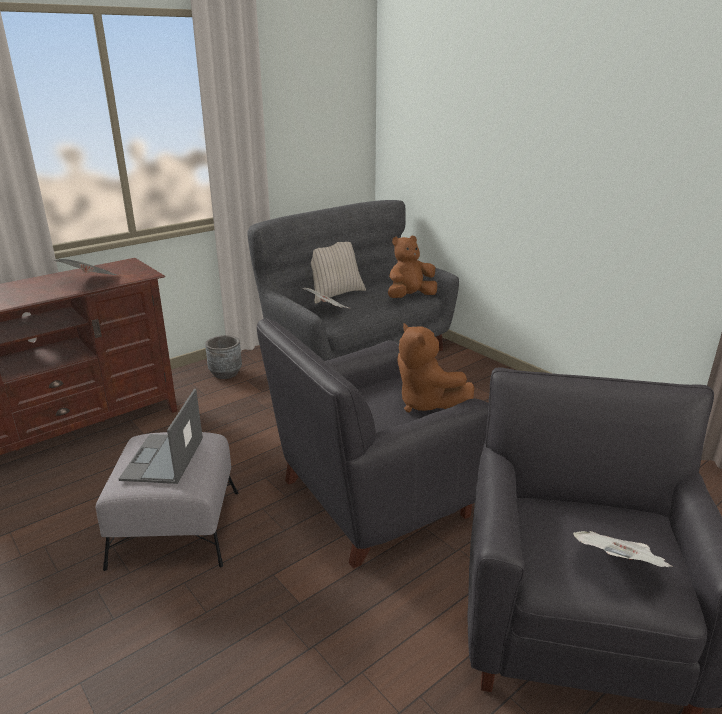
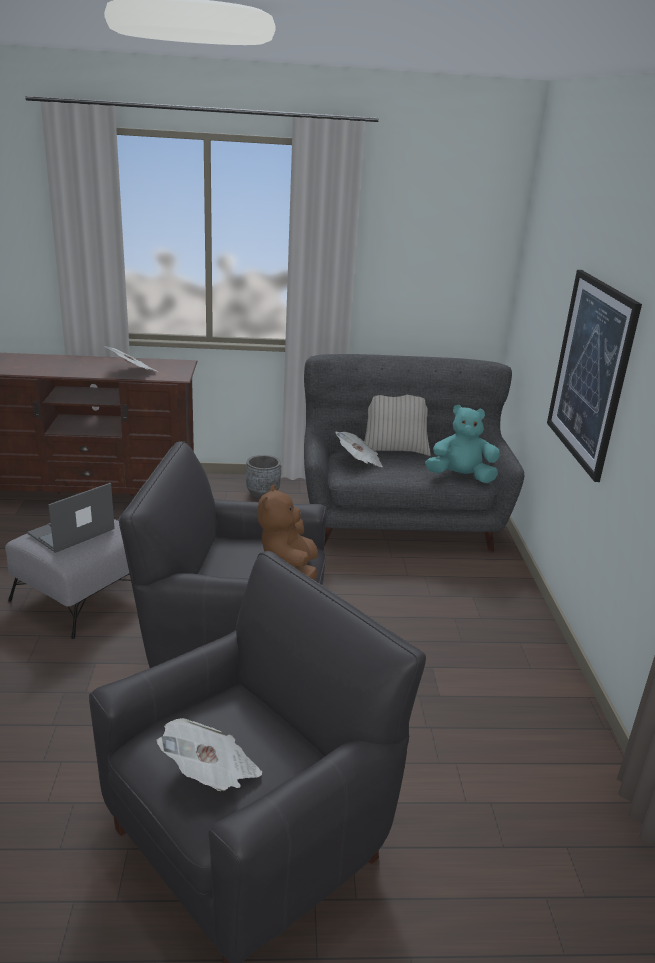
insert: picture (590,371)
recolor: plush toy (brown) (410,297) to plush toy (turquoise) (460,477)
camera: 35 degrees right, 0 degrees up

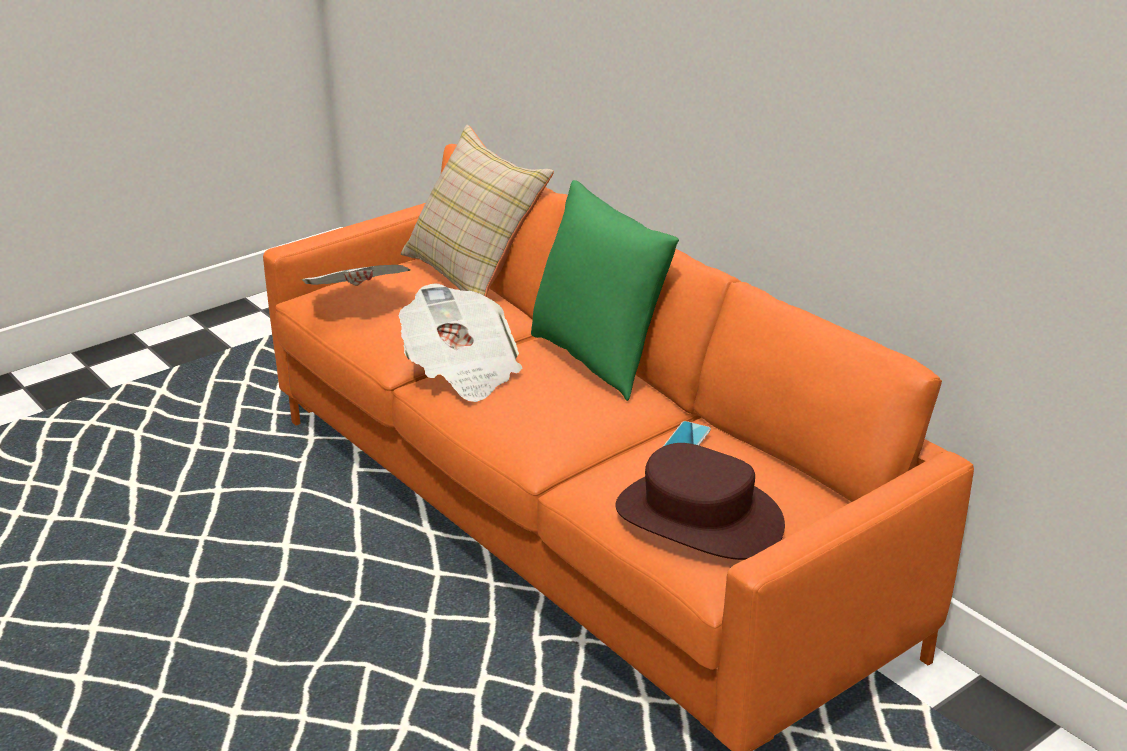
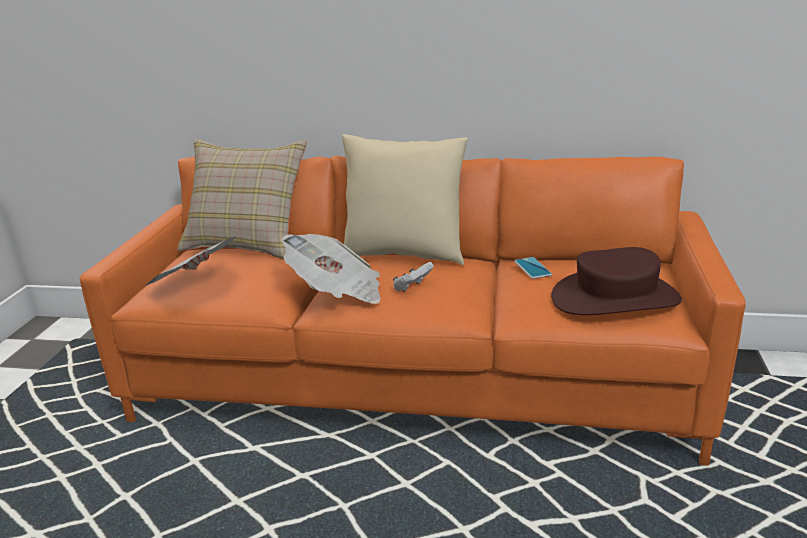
insert: game controller (white) (412,288)
recolor: pillow (green) (598,359) to pillow (beige) (404,254)
camera: 40 degrees left, 5 degrees down

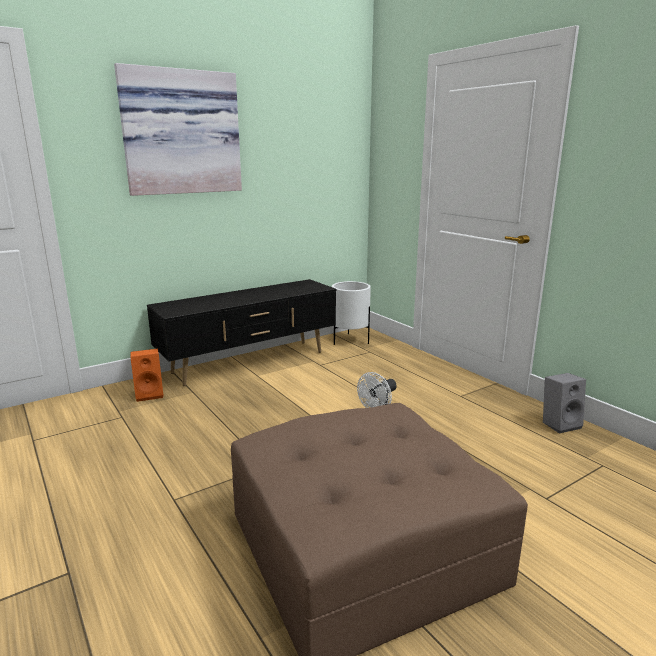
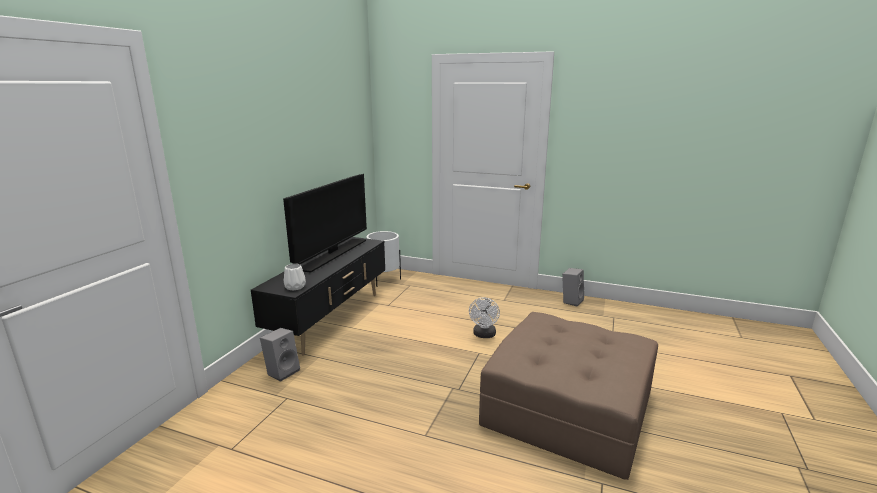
delete: picture (181,133)
insert: television (333,254); vase (white) (294,287)
recolor: speaker (orange) (150,394) to speaker (grey) (282,371)
camera: 35 degrees left, 0 degrees up

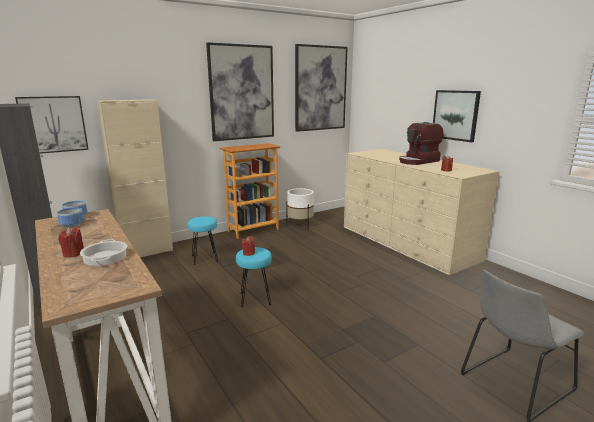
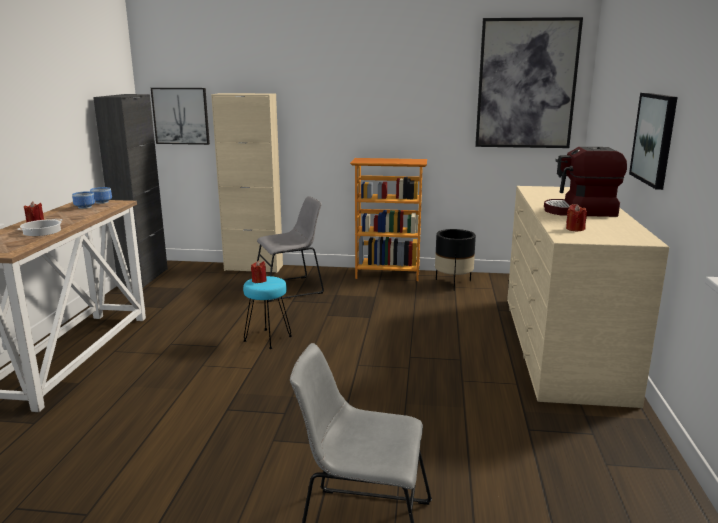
delete: picture (242,93)
replace: stool (turquoise) (205,258) to chair (grey) (291,288)
recolor: planter (white) (300,225) to planter (black) (453,283)
camera: 40 degrees right, 0 degrees up

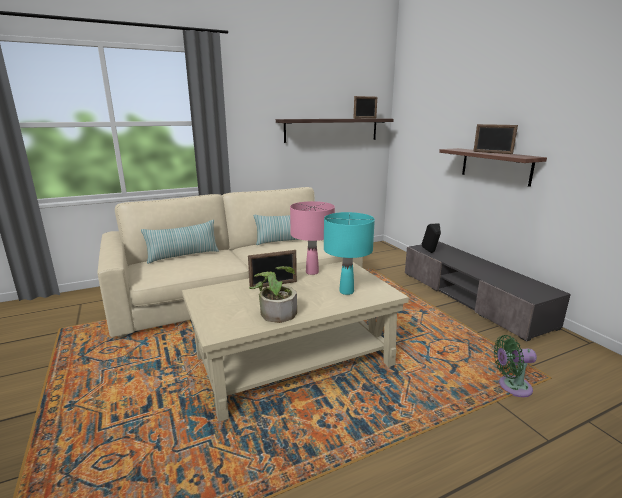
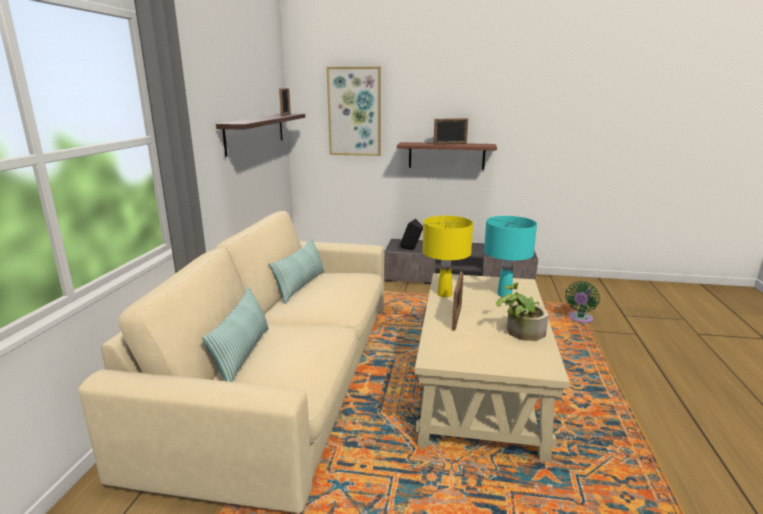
insert: picture (354,112)
recolor: table lamp (pink) (312,272) to table lamp (yellow) (444,294)
camera: 55 degrees left, 0 degrees up

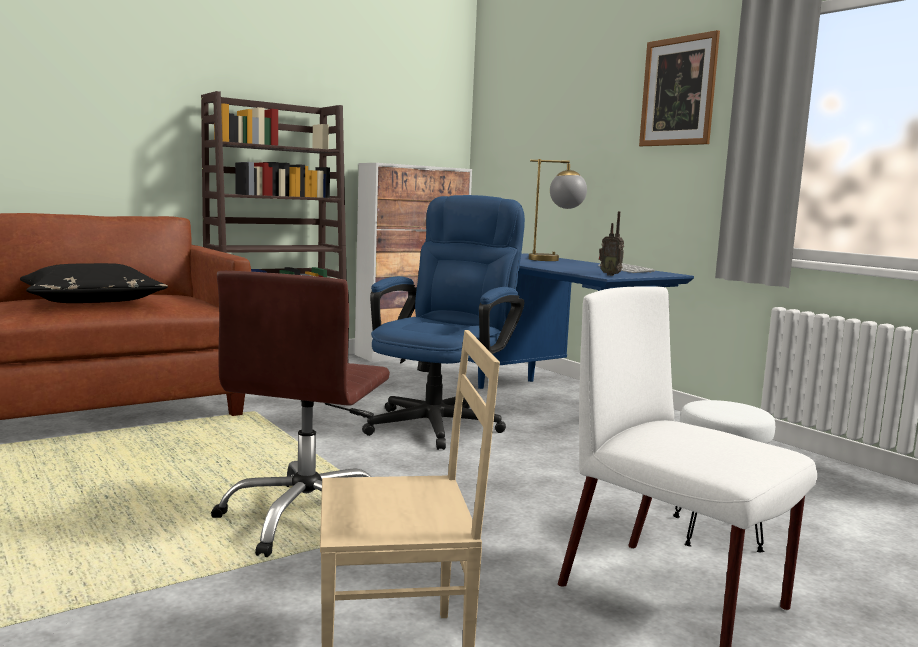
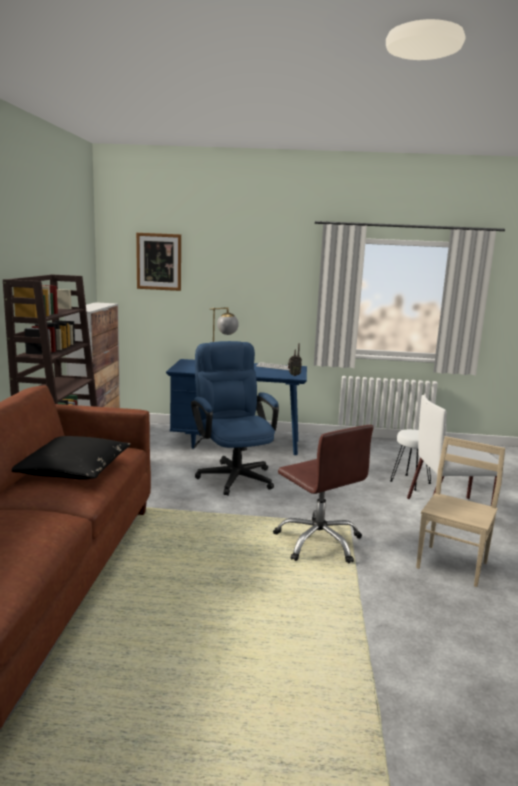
move: picture (678,91) to (159,261)
camera: 50 degrees left, 5 degrees up

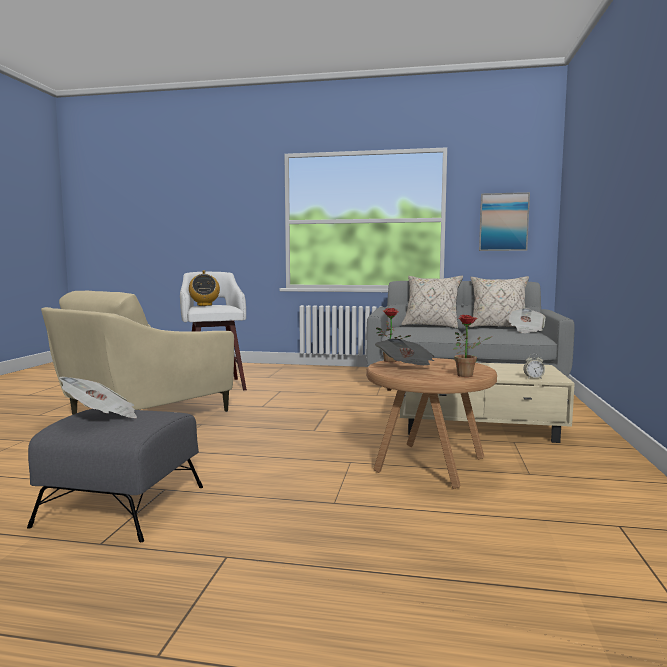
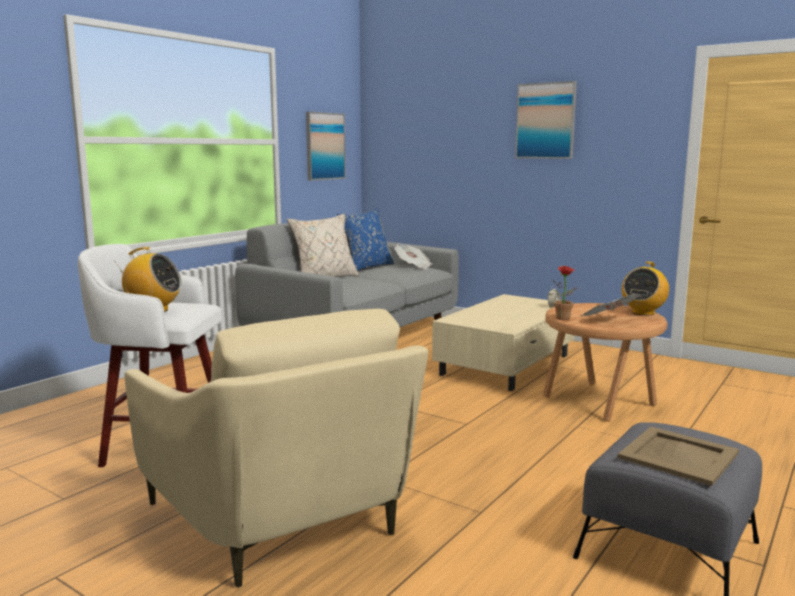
insert: picture (545,121)
replace: newspaper (102,416) to tray (beige) (677,455); potted plant (468,375) to radio (643,312)
recolor: pillow (beige) (498,327) to pillow (blue) (366,267)
camera: 65 degrees left, 5 degrees up

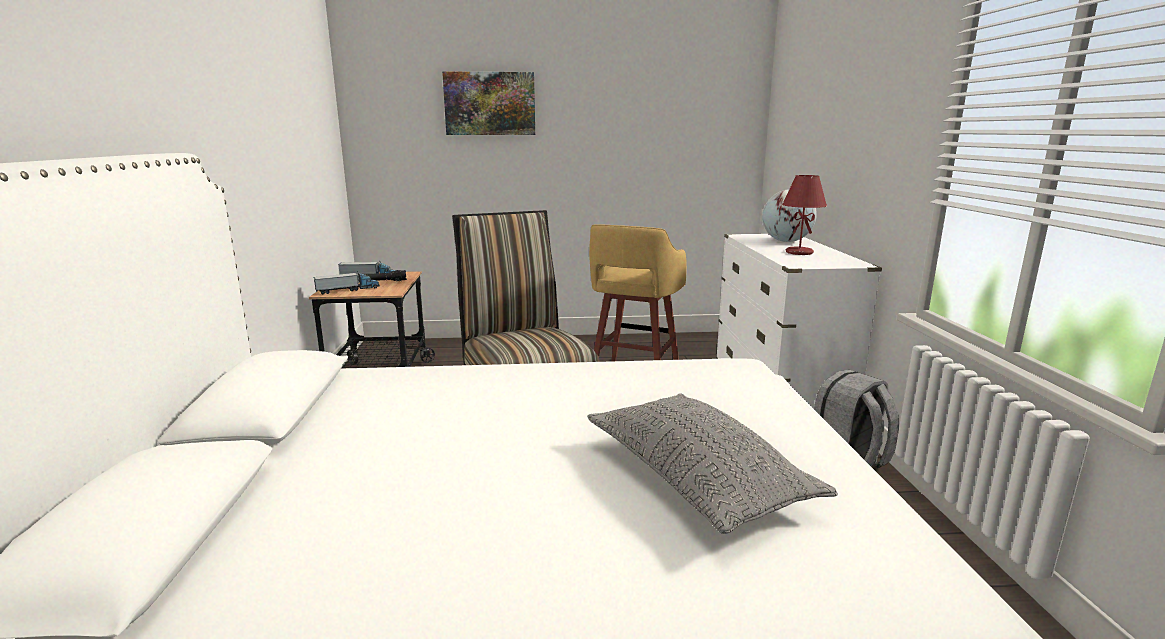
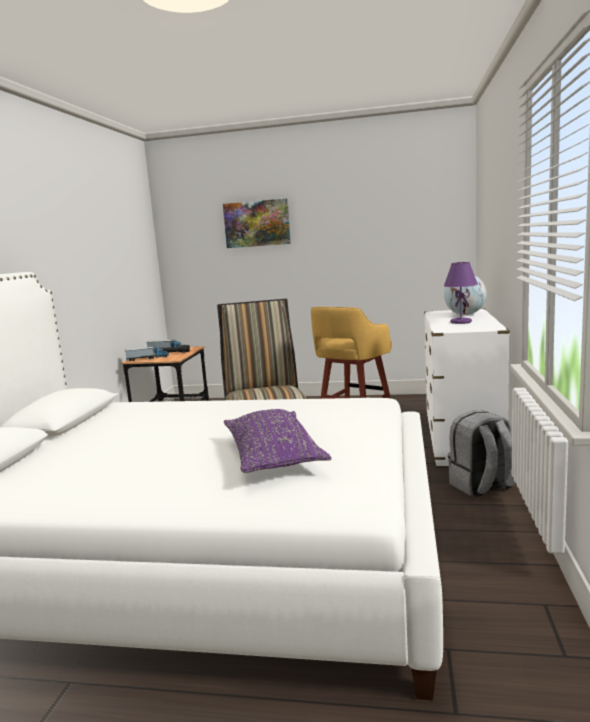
recolor: pillow (grey) (696,477) to pillow (purple) (273,456); table lamp (red) (798,253) to table lamp (purple) (460,322)
camera: 15 degrees right, 5 degrees down

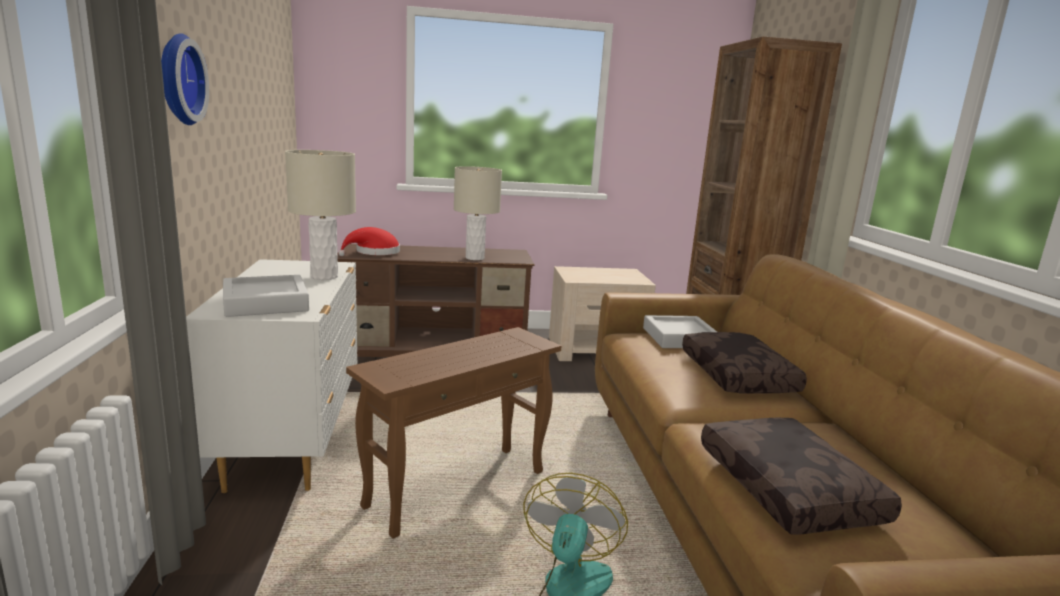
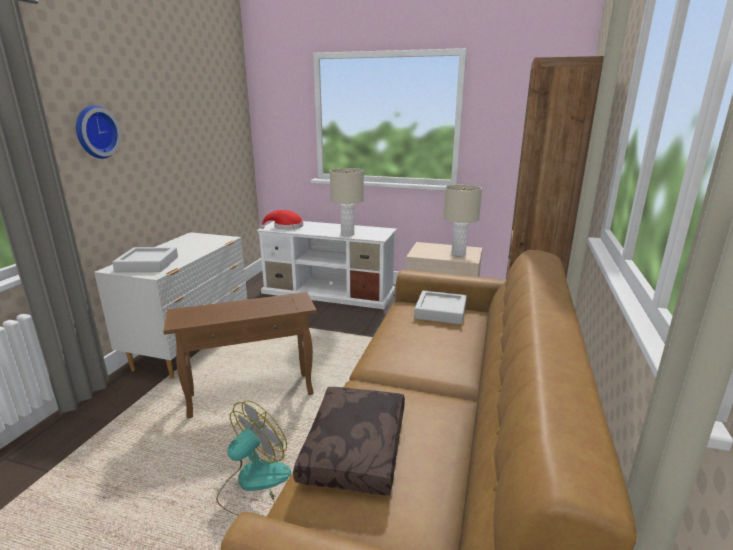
delete: pillow (brown) (739,376)
move: table lamp (beige) (324,277) to (458,253)
recolor: tv stand (brown) (436,345) to tv stand (white) (329,292)
camera: 25 degrees right, 5 degrees up

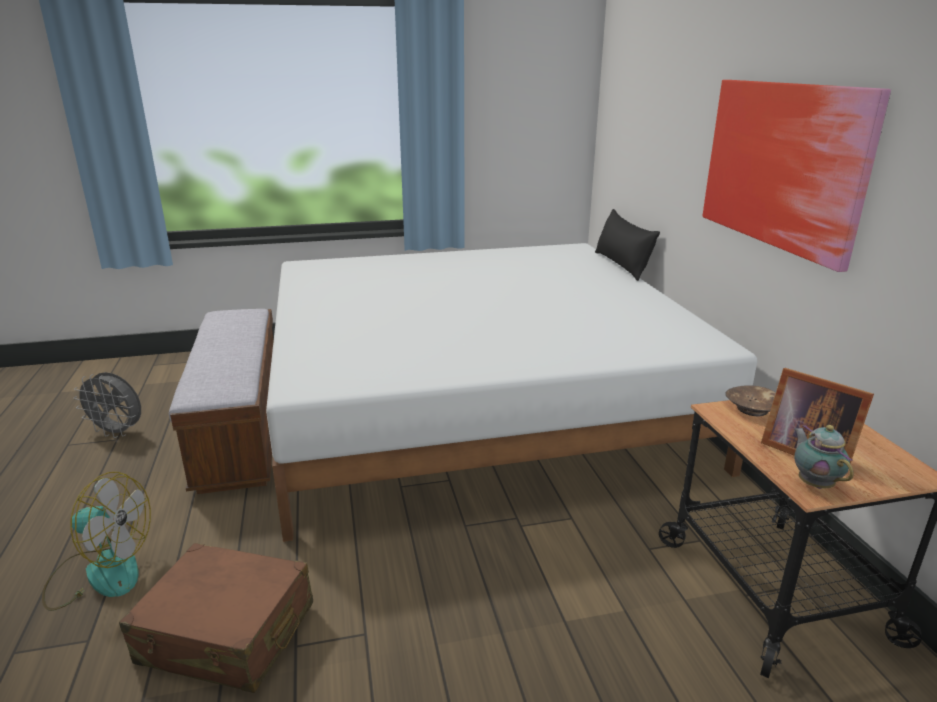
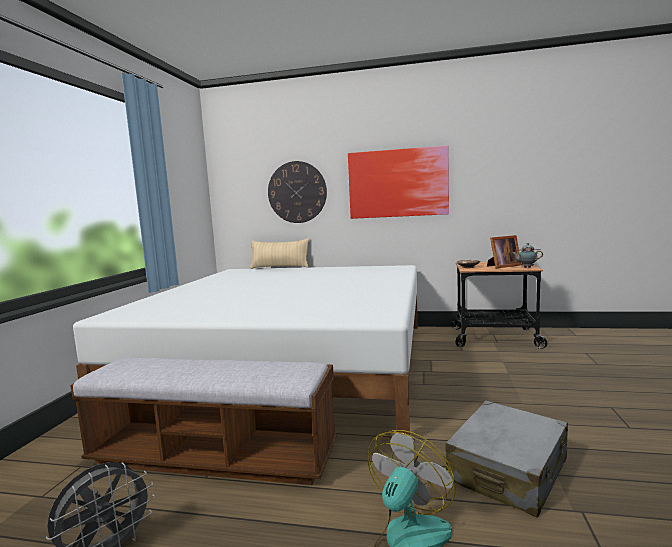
insert: wall clock (297,192)
recolor: suitcase (brown) (227,634) to suitcase (grey) (508,471); pillow (black) (622,265) to pillow (beige) (280,267)
camera: 65 degrees left, 15 degrees down

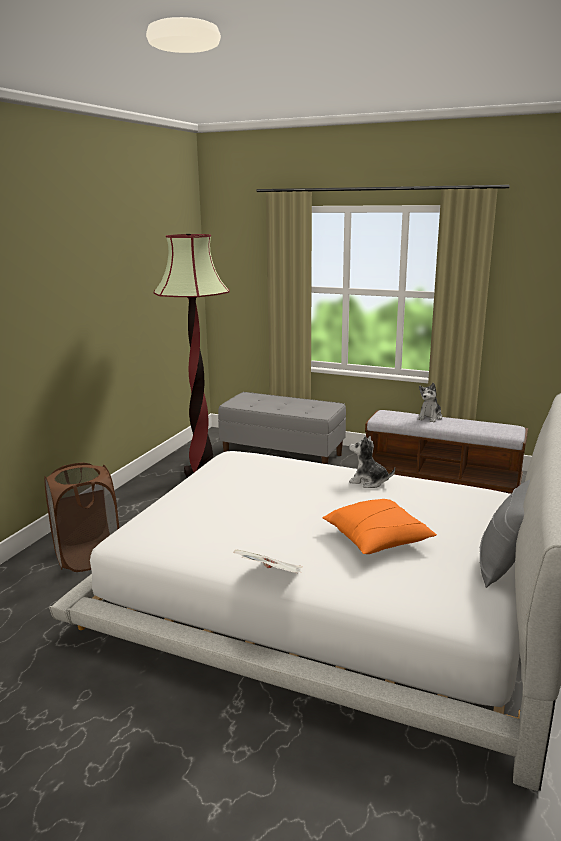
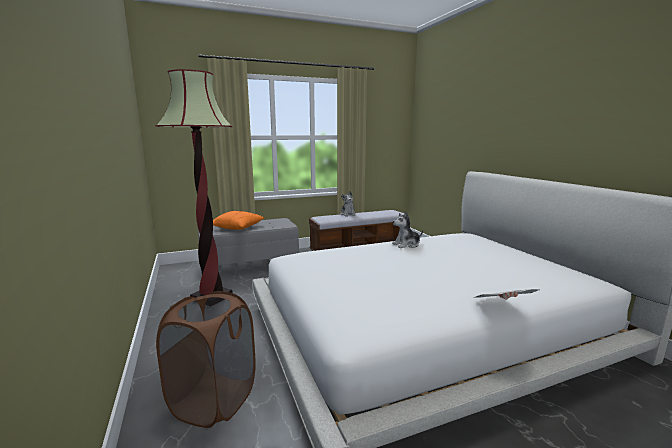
delete: pillow (grey) (502,566)
move: pillow (orange) (377,539) to (238,227)
camera: 45 degrees left, 5 degrees down

